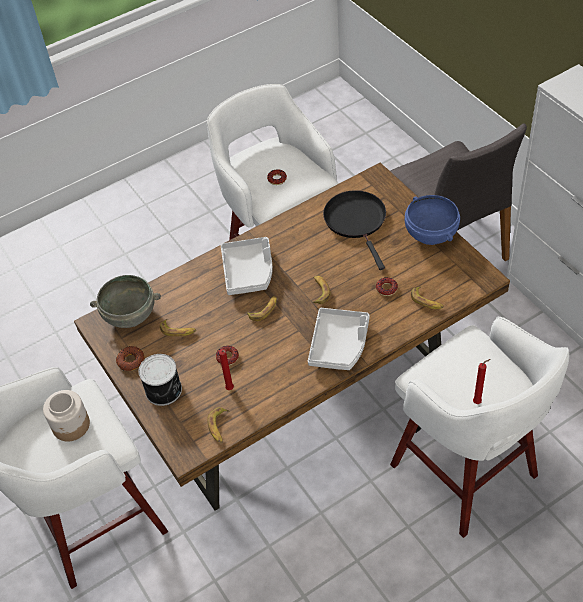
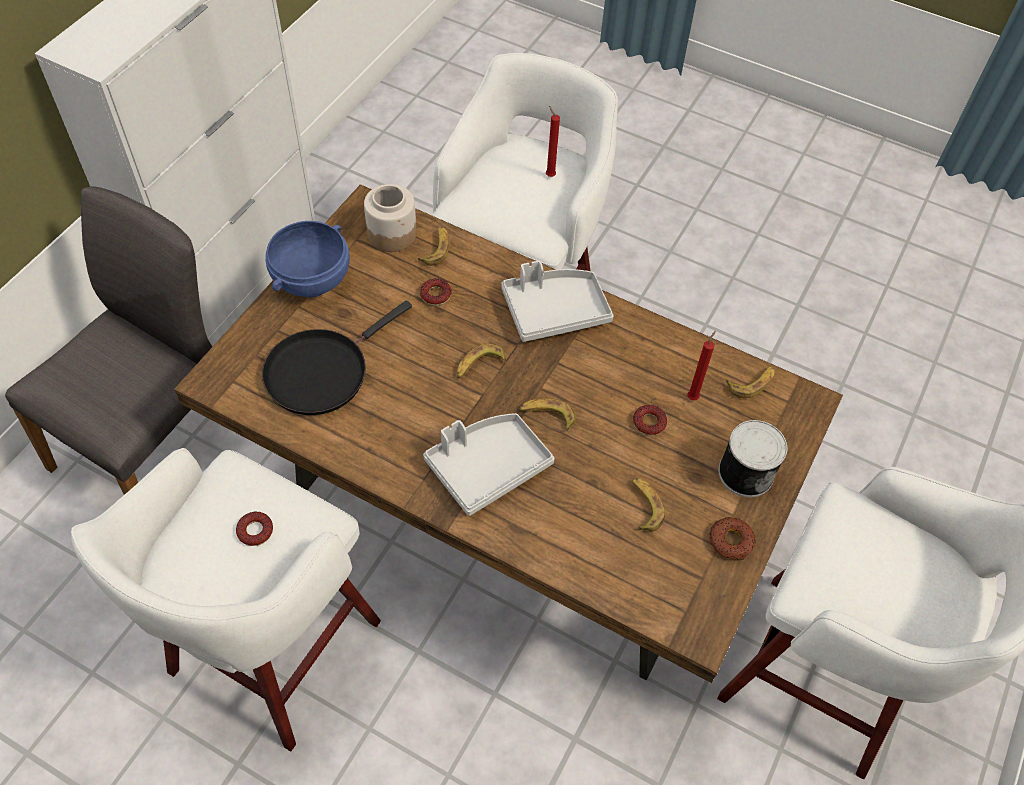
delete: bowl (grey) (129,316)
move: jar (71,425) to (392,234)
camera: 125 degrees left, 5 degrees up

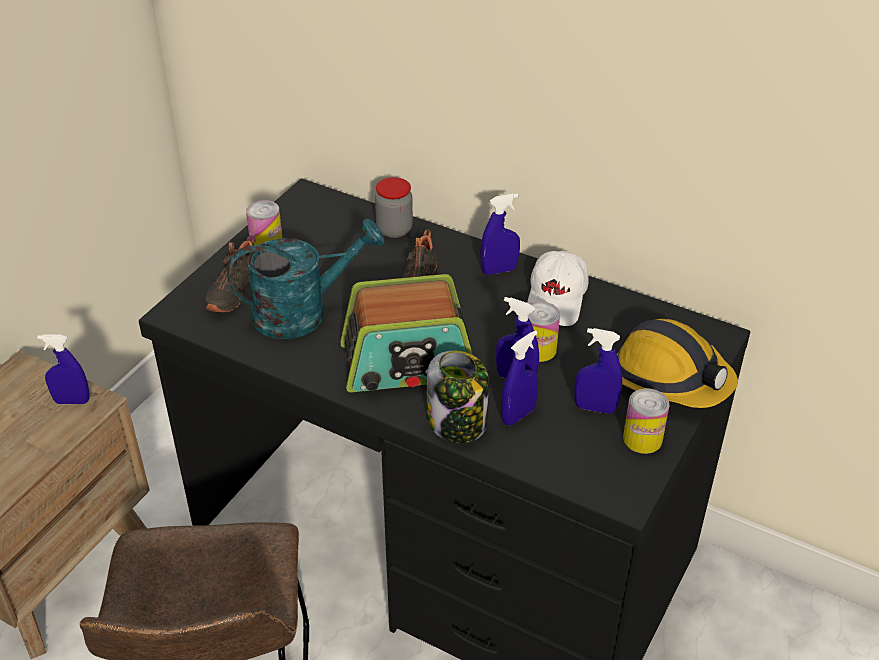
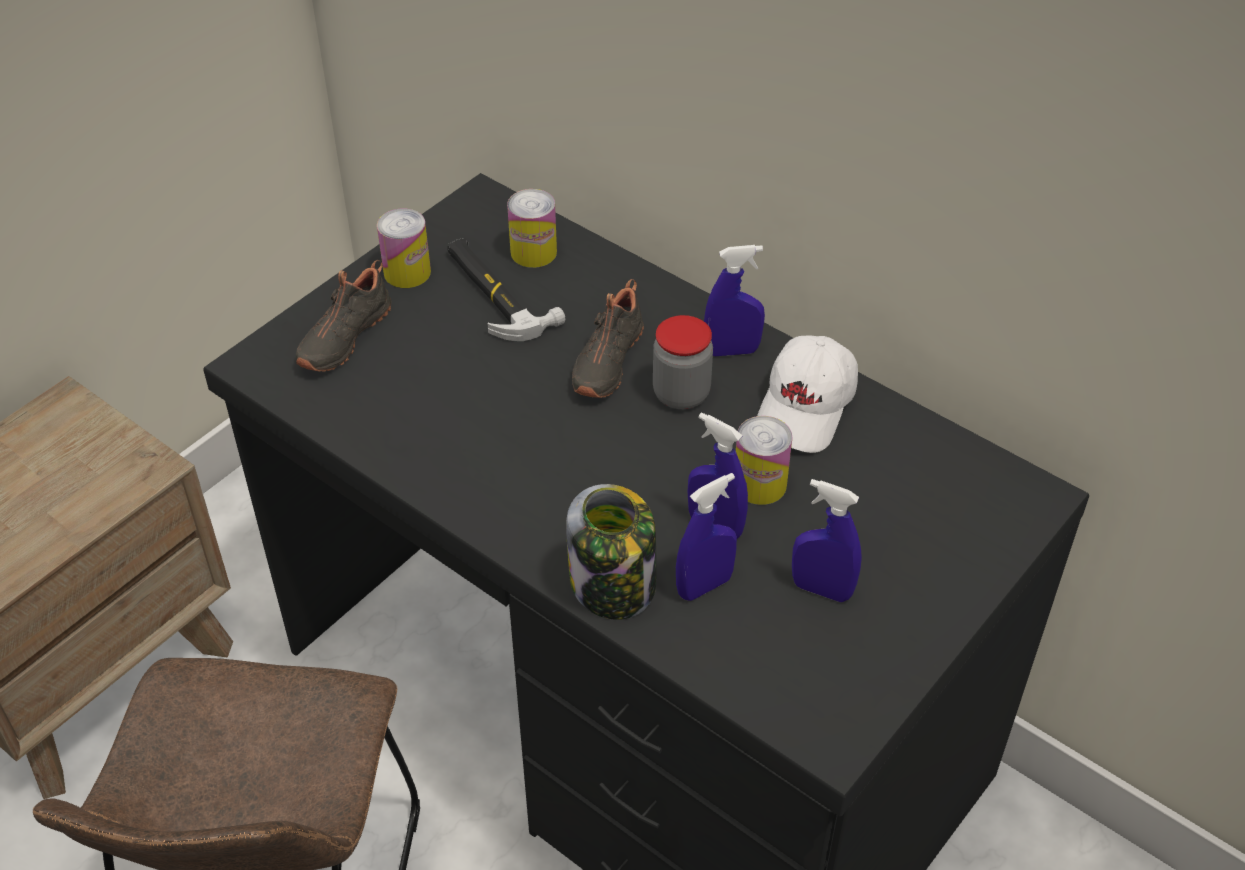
delete: spray bottle (blue) (72,401); watering can (turquoise) (303,312); radio (408,363); hard hat (669,378)
insert: hammer (496,293)
move: jar (394,230) to (681,394); can (642,439) to (533,252)
camera: 10 degrees right, 5 degrees up

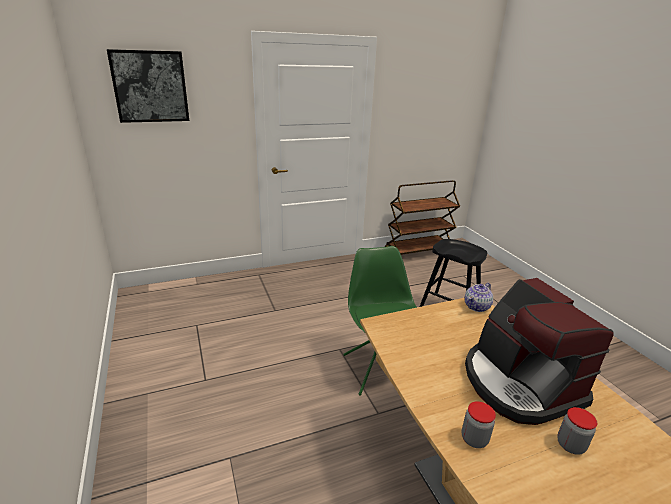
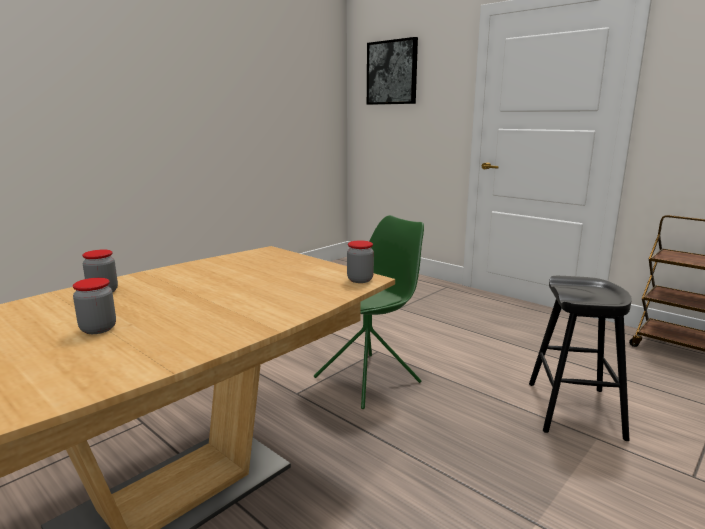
delete: coffee machine (519,383)
replace: teapot (477,307) to jar (360,280)
camera: 65 degrees right, 10 degrees down

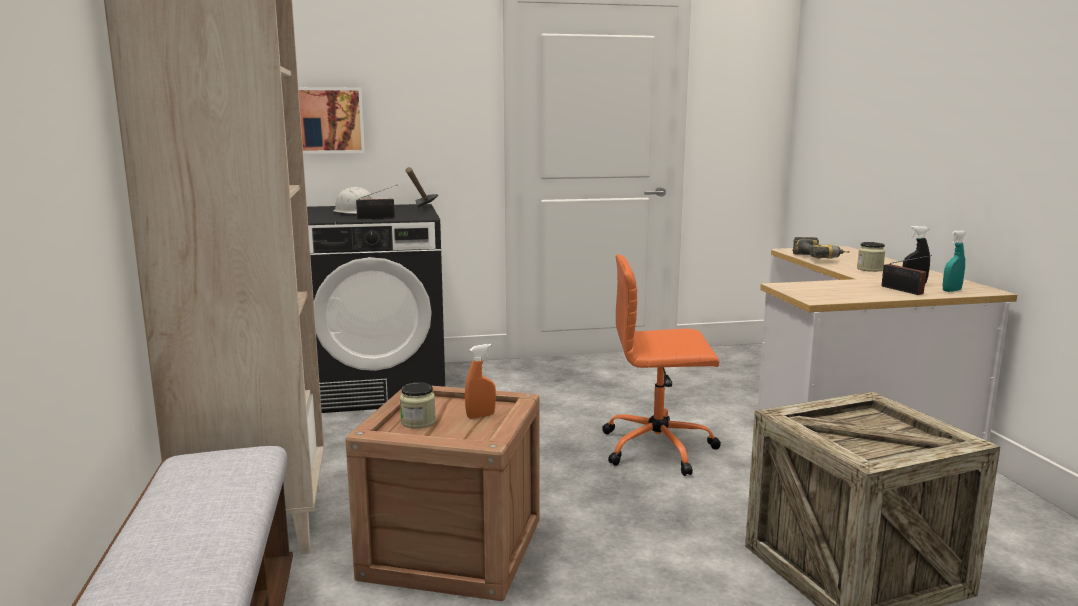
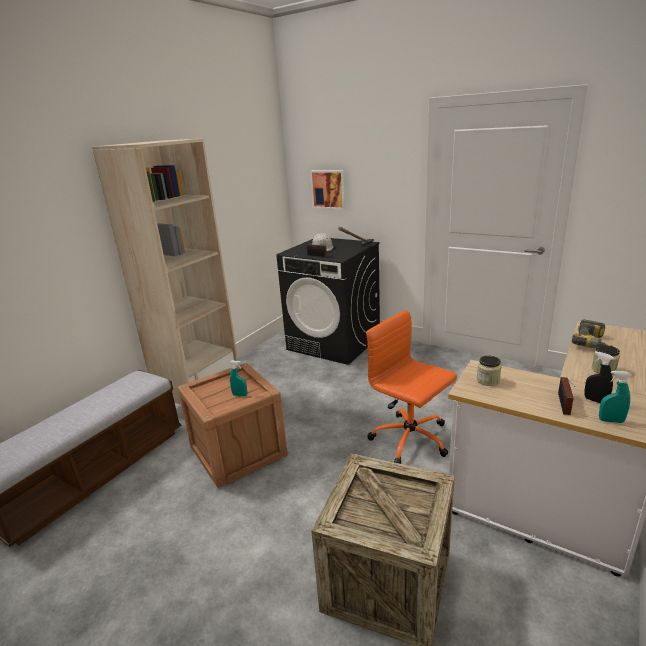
move: jar (418,422) to (488,380)
recolor: spray bottle (orange) (480,416) to spray bottle (turquoise) (240,395)
camera: 45 degrees right, 10 degrees up

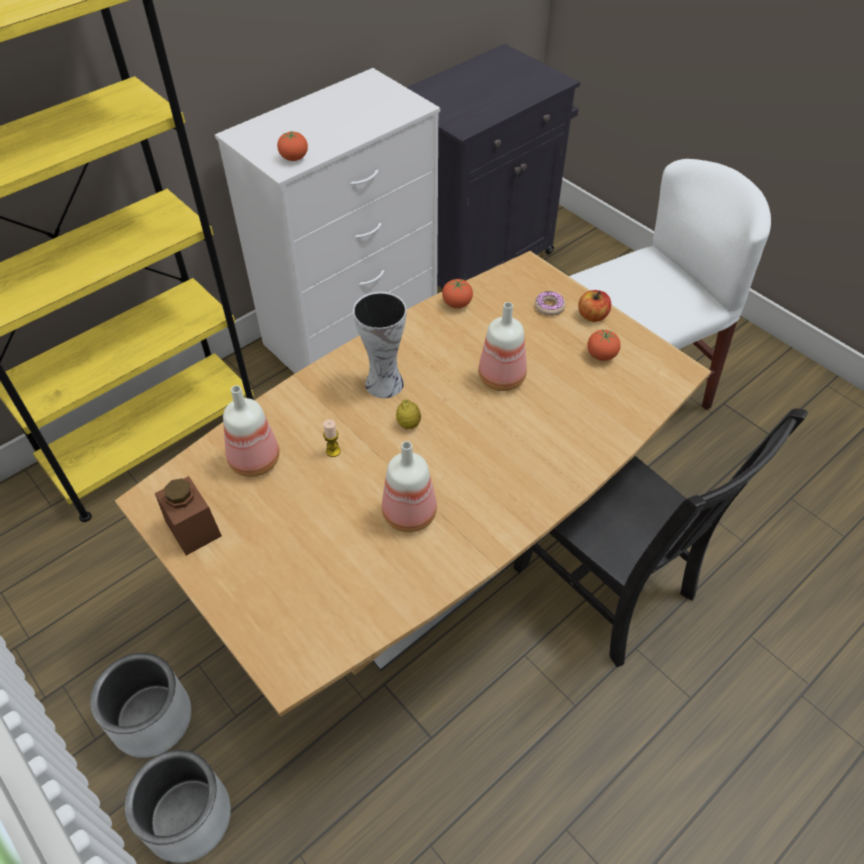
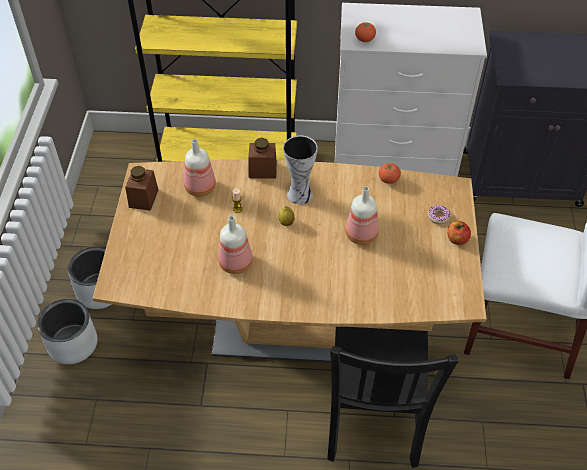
delete: tomato (601,355)
insert: jar (brown) (262,170)
camera: 45 degrees right, 0 degrees up

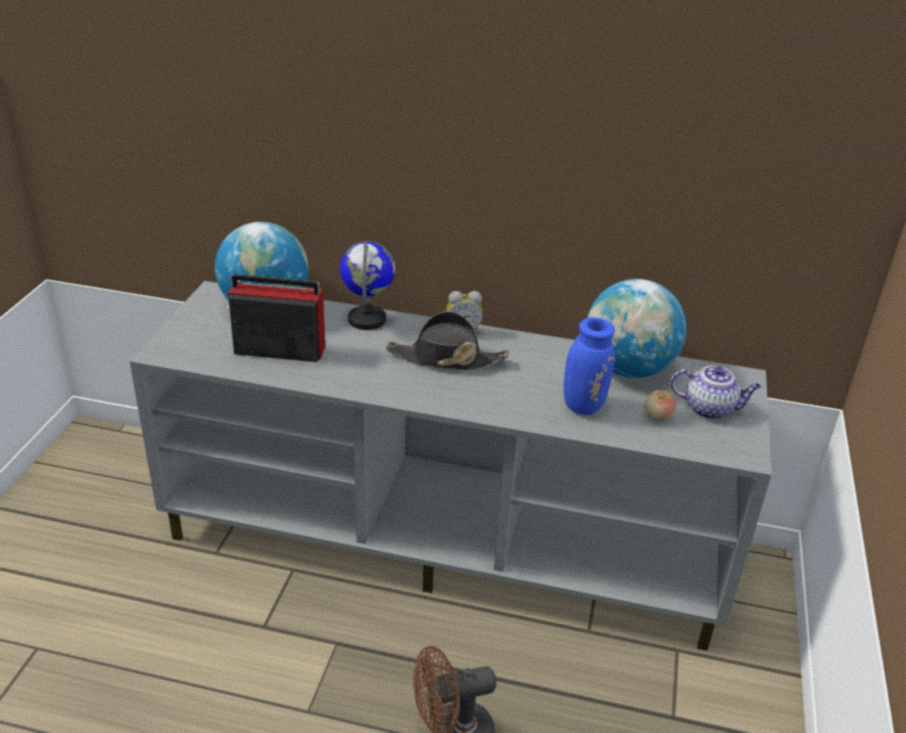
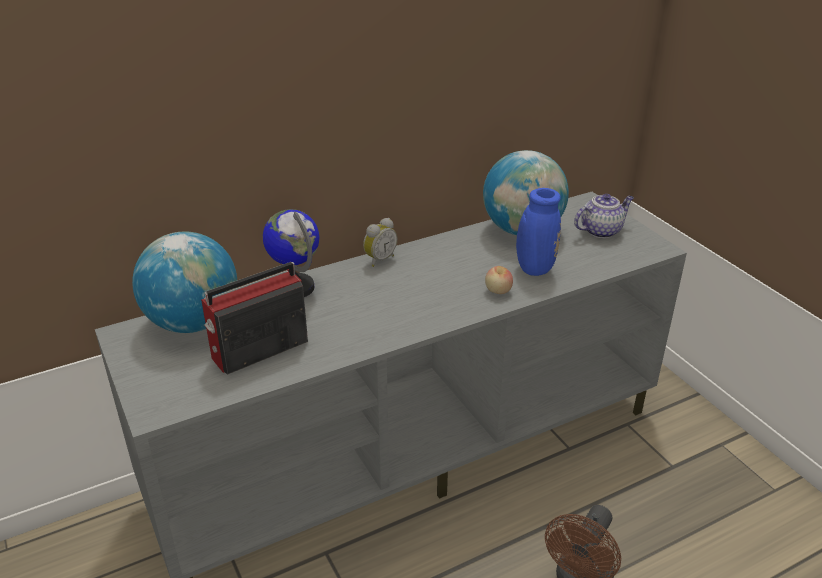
delete: hat (black) (446,358)
move: apple (657,417) to (498,291)
camera: 40 degrees left, 0 degrees up

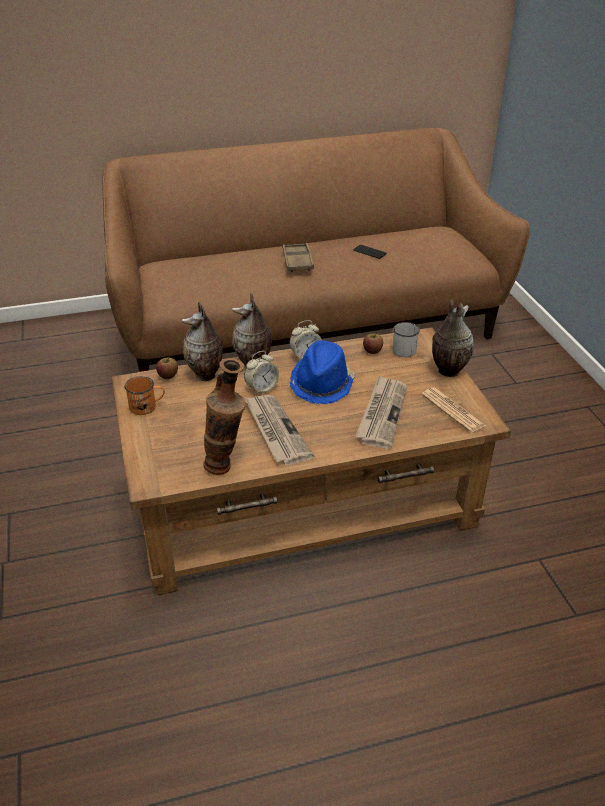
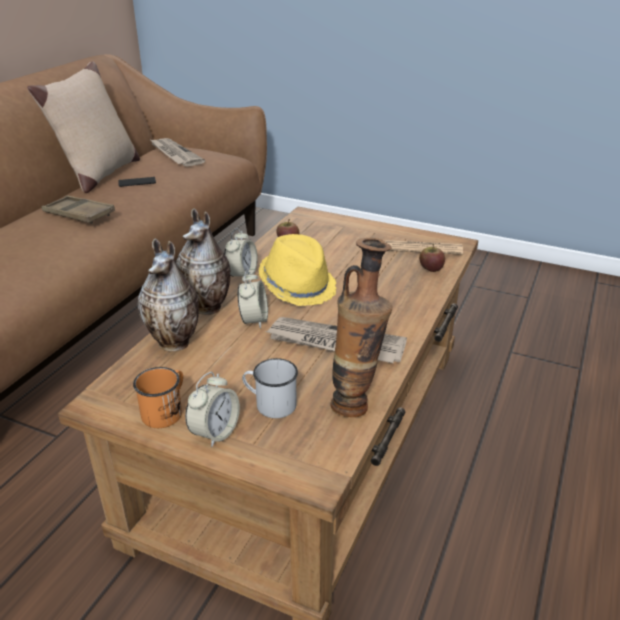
delete: vase (447,371)
insert: pillow (beige) (99,175); alarm clock (215,432)
move: apple (168,375) to (430,268); newspaper (382,414) to (175,154); mug (white) (402,348) to (270,404)
recolor: hat (blue) (322,384) to hat (yellow) (298,286)
camera: 50 degrees left, 5 degrees down

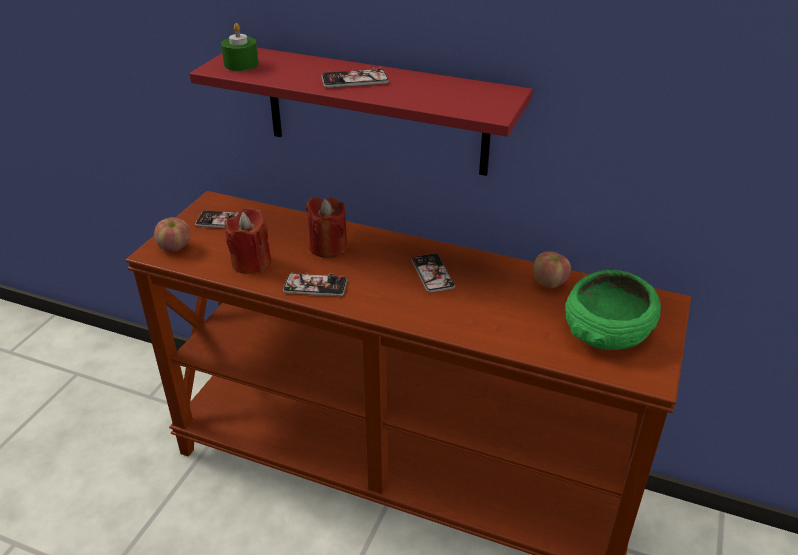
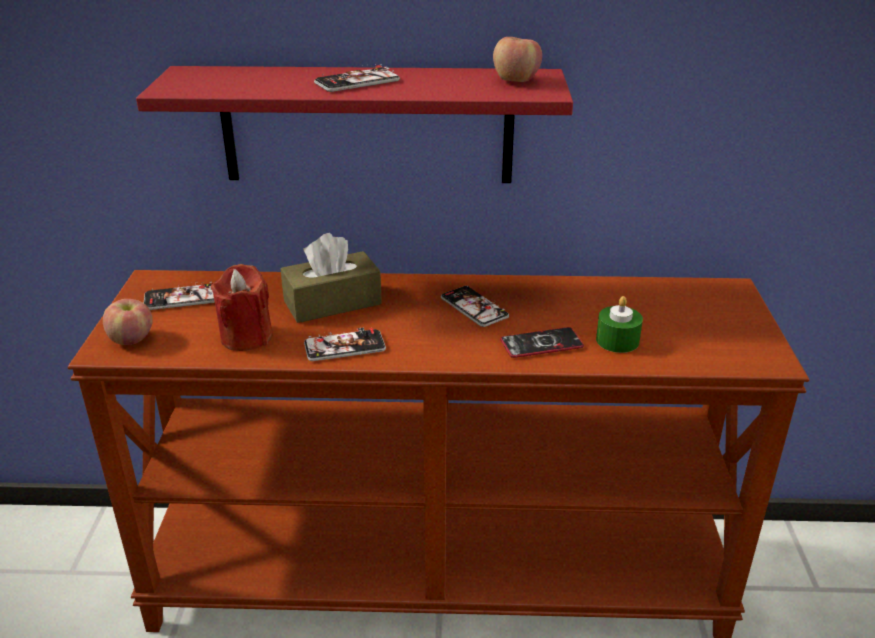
delete: bowl (green) (608,328)
insert: phone (541,344)
move: candle (green) (241,64) to (617,340); apple (549,283) to (515,81)
replace: candle (red) (328,247) to tissue box (brown) (332,303)
camera: 20 degrees left, 5 degrees down

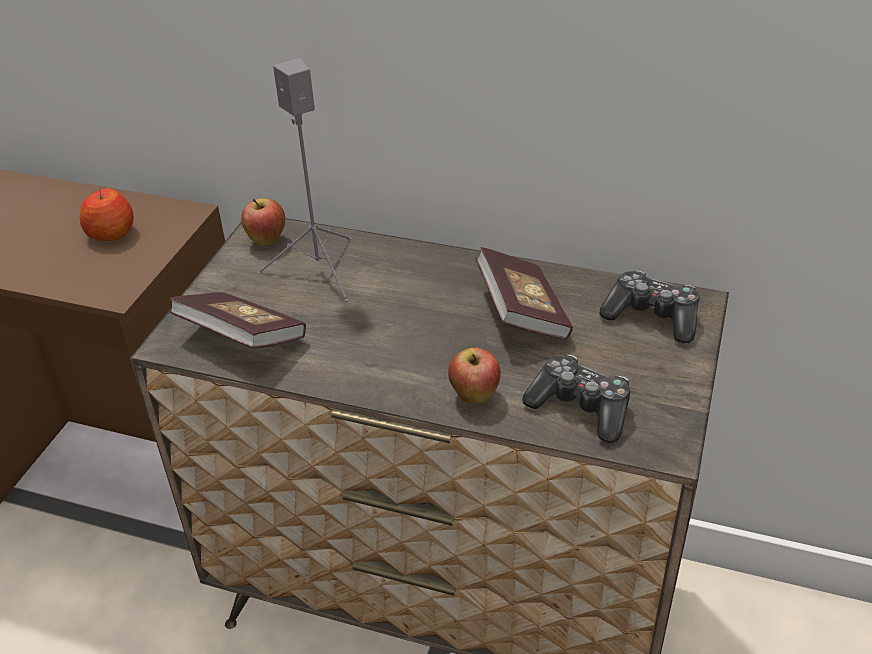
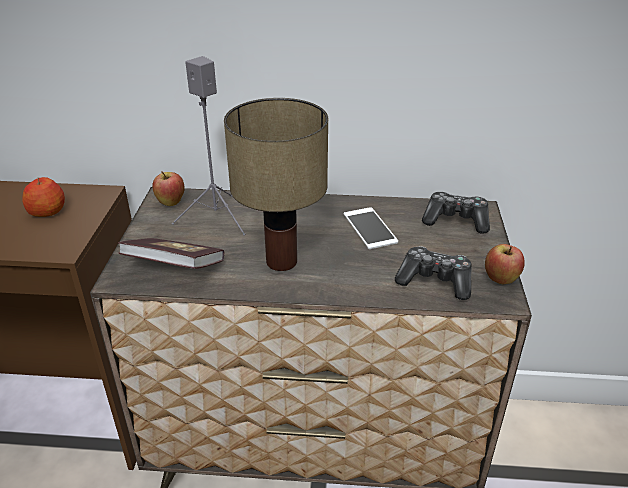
insert: table lamp (283,261)
move: apple (474,396) to (500,280)
replace: book (522,313) to phone (370,228)
camera: 15 degrees left, 5 degrees down

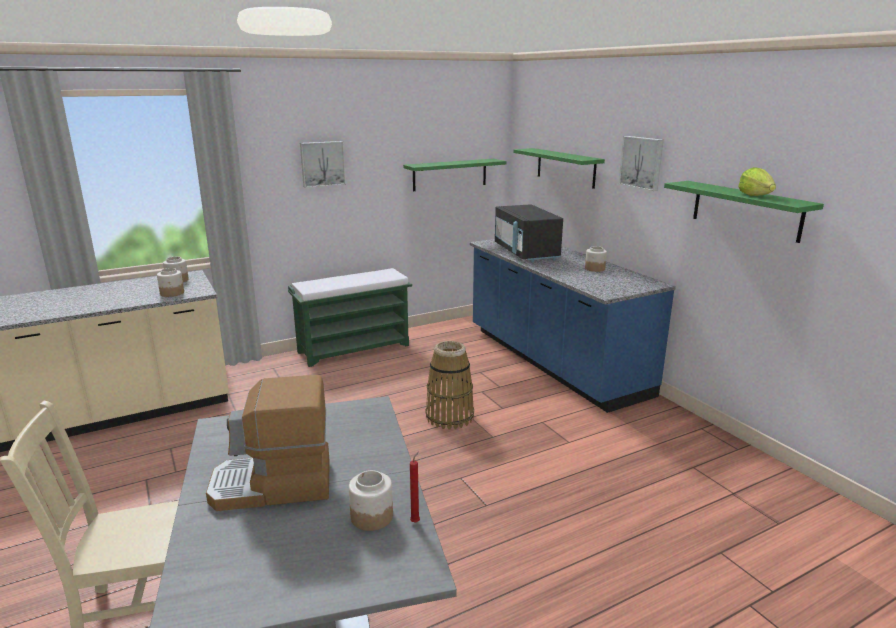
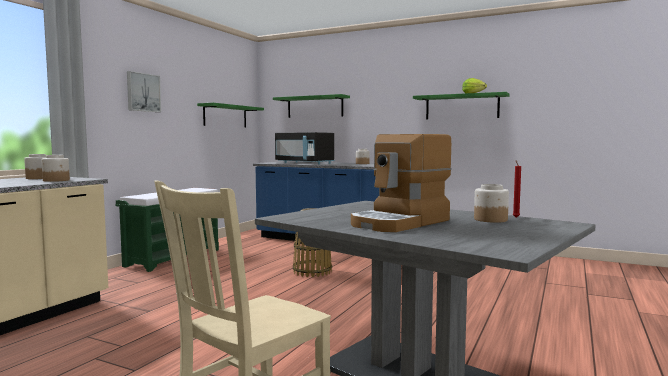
delete: picture (642,162)
camera: 35 degrees left, 15 degrees down

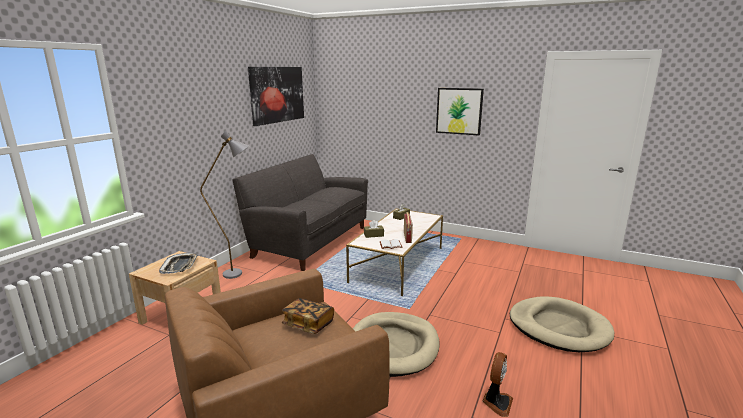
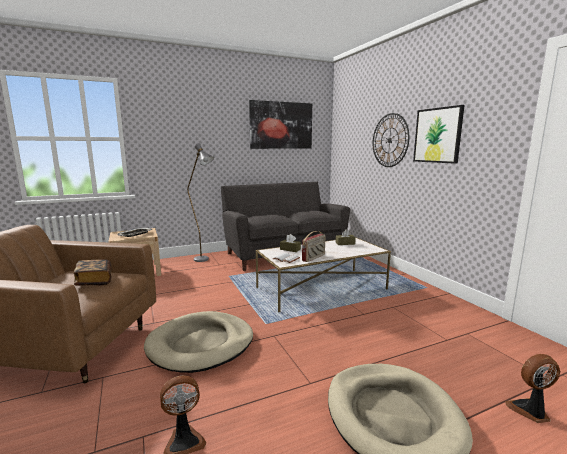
insert: wall clock (389,140); fan (530,411)
camera: 40 degrees right, 5 degrees down

